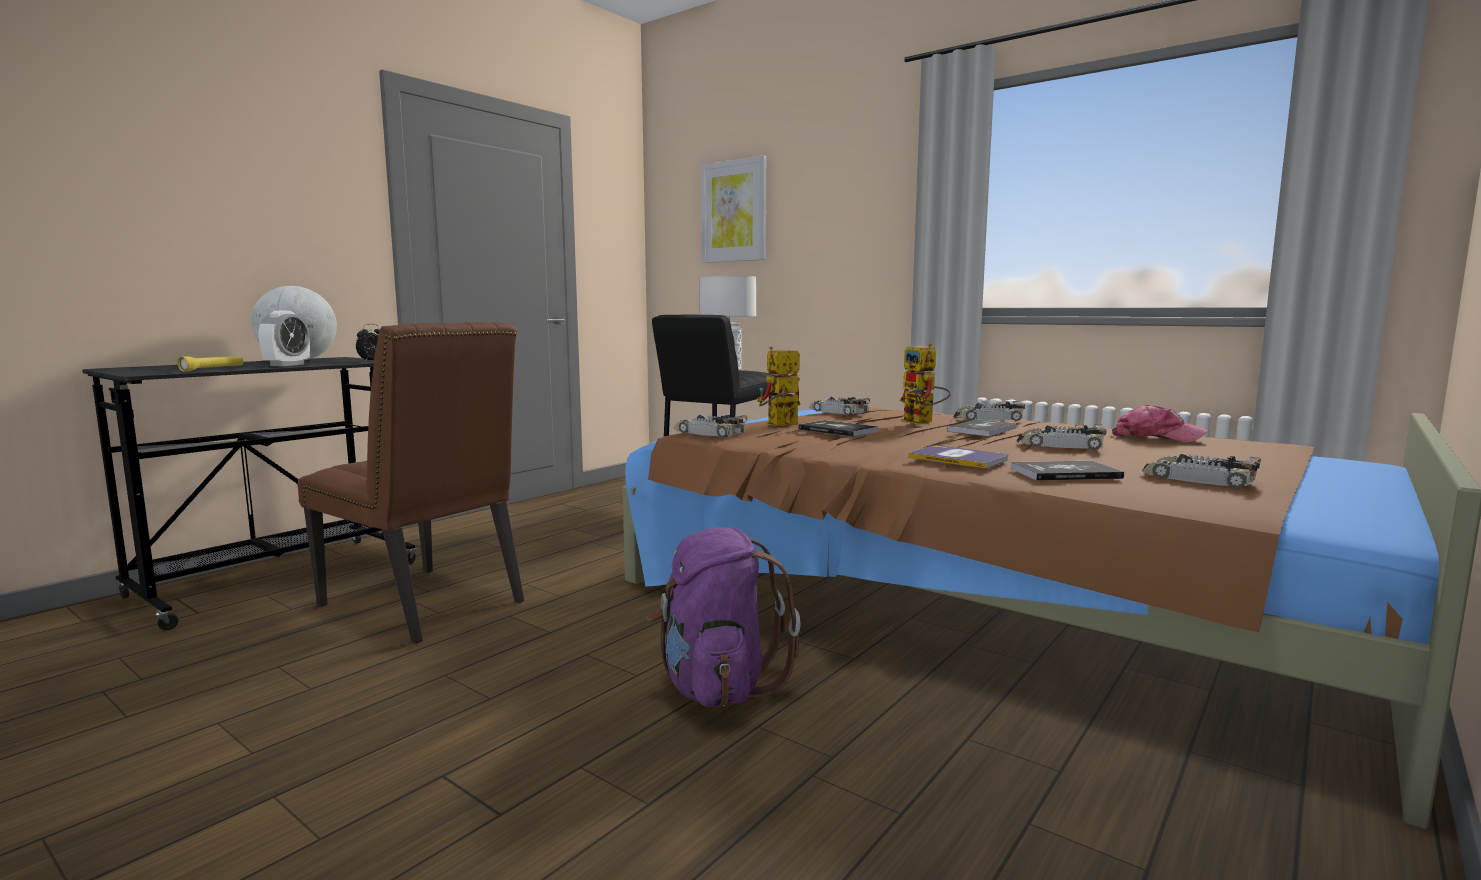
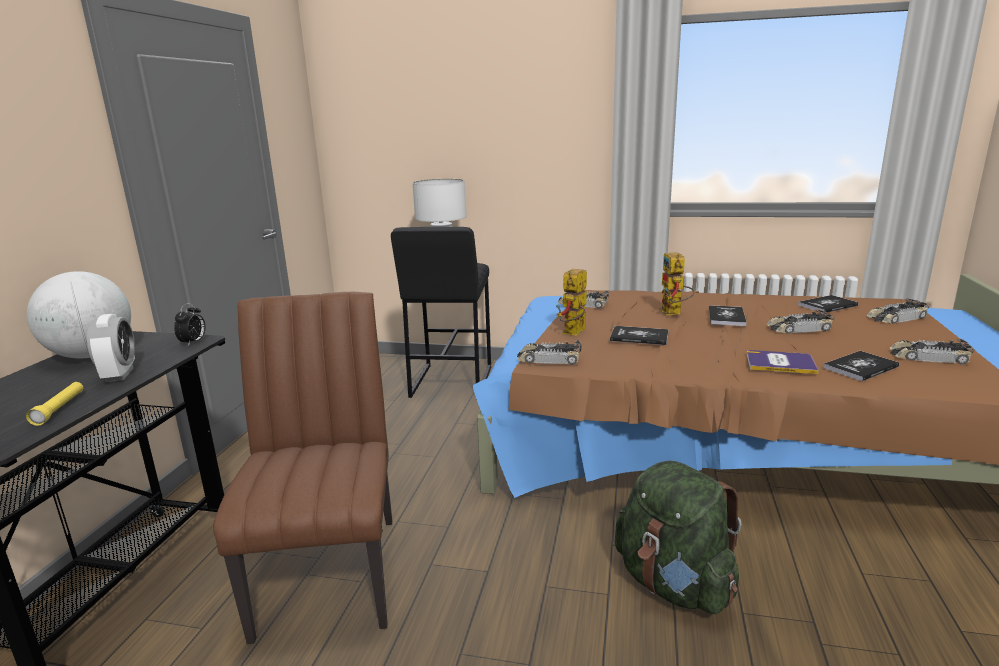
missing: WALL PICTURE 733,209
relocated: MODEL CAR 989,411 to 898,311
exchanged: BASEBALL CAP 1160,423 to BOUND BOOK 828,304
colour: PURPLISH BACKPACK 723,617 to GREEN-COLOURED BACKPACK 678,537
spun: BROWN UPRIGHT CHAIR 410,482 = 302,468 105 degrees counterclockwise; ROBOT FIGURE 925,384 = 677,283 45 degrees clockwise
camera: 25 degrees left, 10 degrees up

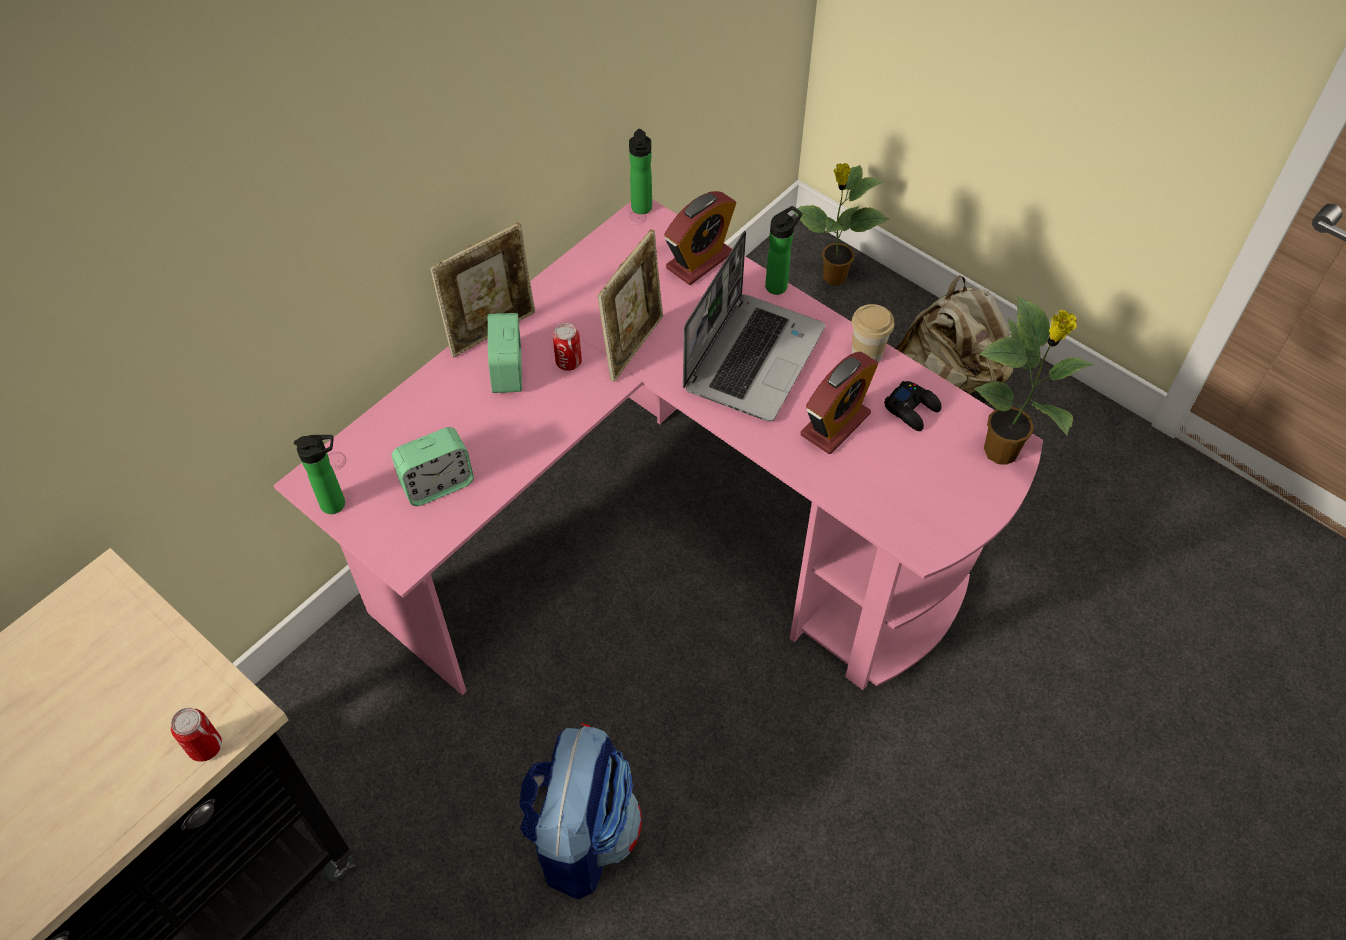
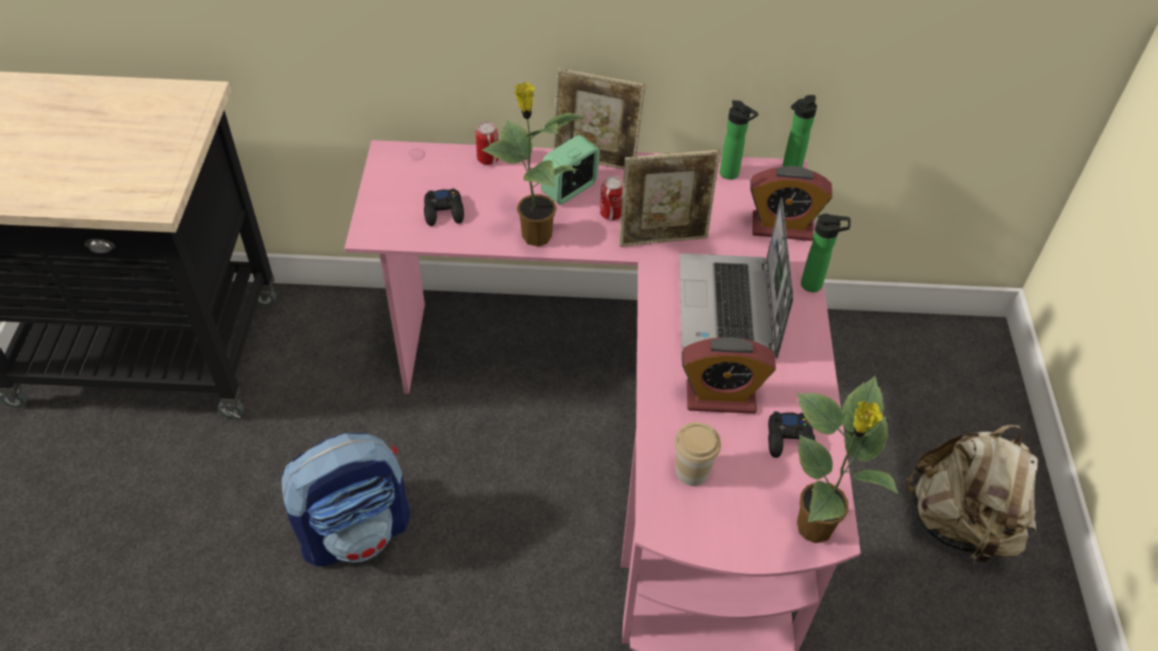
relocated: PLANT IN A POT 841,224 to 534,164; DRINKING CUP 873,333 to 697,454; DRINK BOTTLE 319,474 to 739,140; CAN 196,735 to 487,143
exchanged: TABLE CLOCK 433,466 to BLACK-COLOURED JOYPAD 444,207
spun: NOTEBOOK COMPUTER 754,326 = 736,277 105 degrees clockwise
camera: 50 degrees right, 5 degrees down

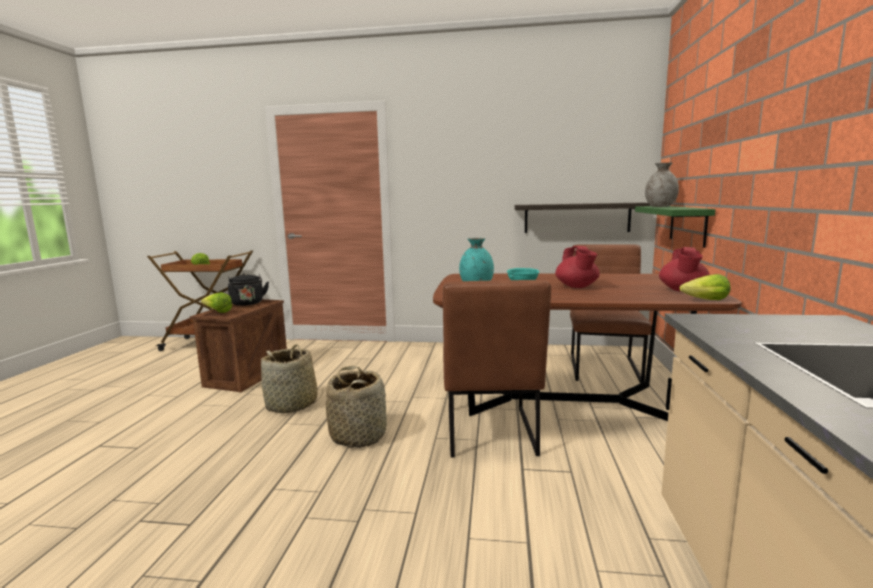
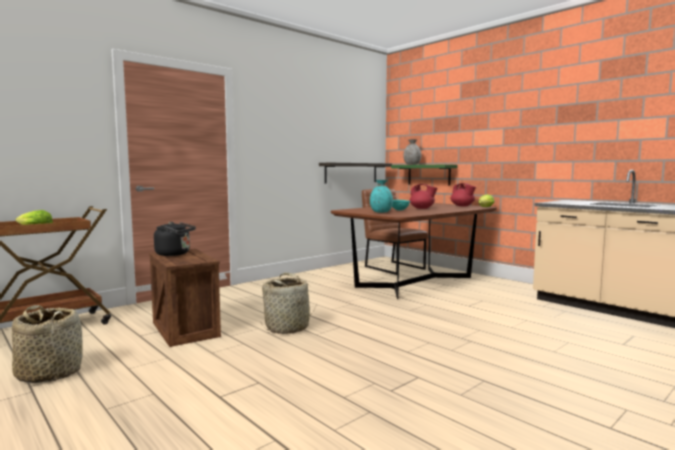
missing: BROWN UPRIGHT CHAIR 497,369; HEAD OF LETTUCE 217,302
relocated: BASKET 356,407 to 47,344
camera: 50 degrees left, 5 degrees down

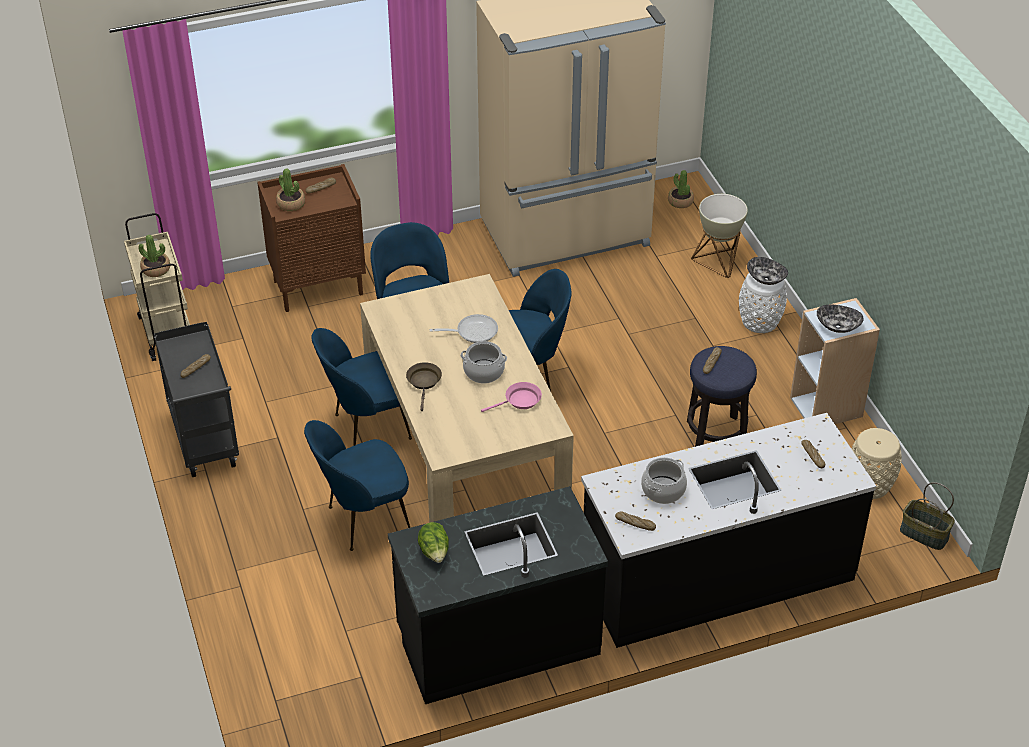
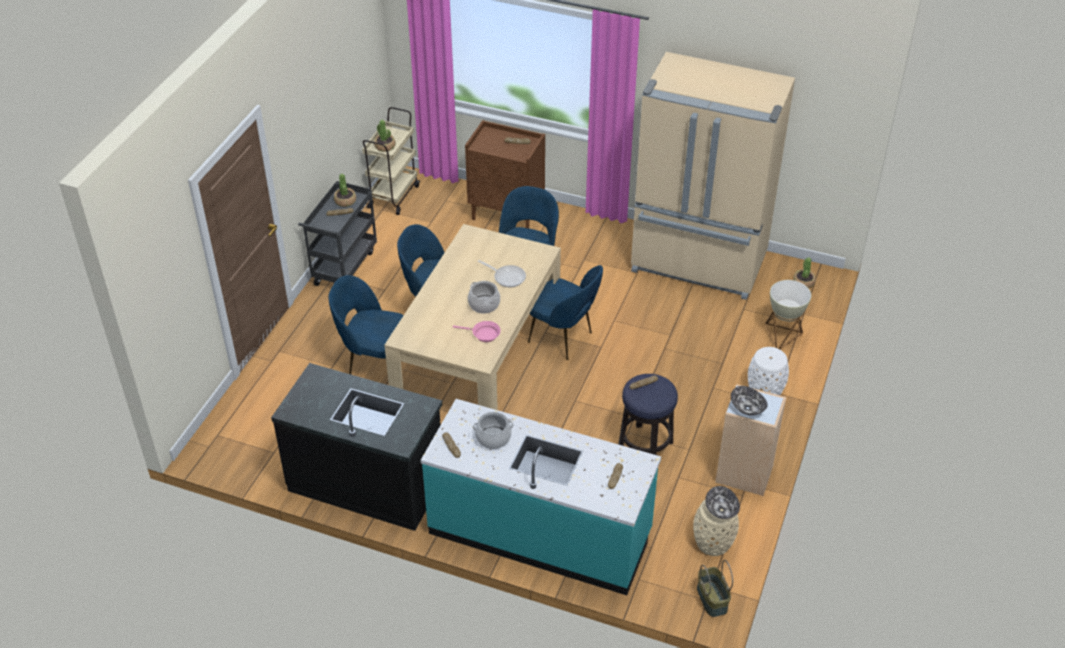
missing: BROWN FRYING PAN 424,386; HEAD OF LETTUCE 433,542
relocated: PLANT IN A POT 290,190 to 345,190; BOWL 767,271 to 722,502
colour: BLACK-COLOURED KITCHEN COUNTER 728,530 to TURQUOISE KITCHEN COUNTER 541,497
camera: 40 degrees right, 0 degrees up

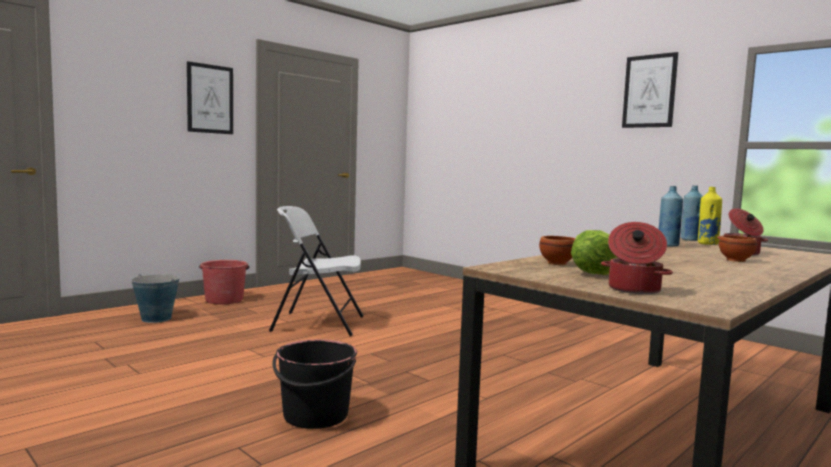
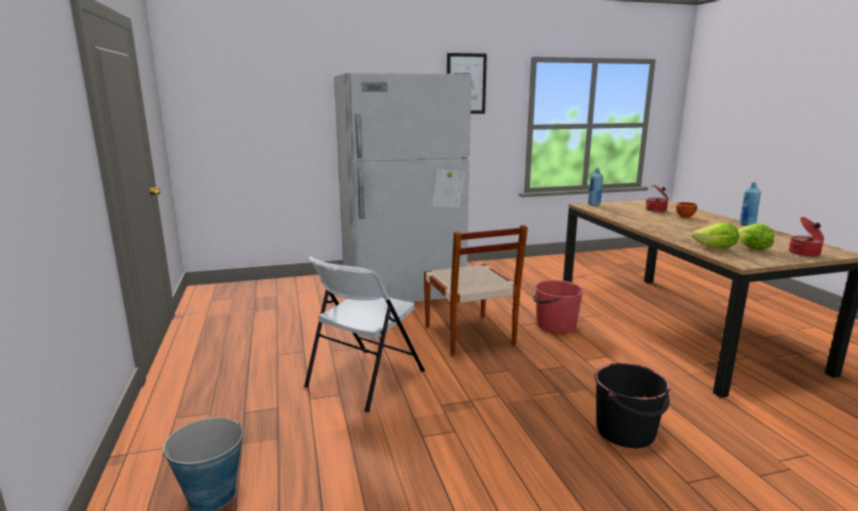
missing: WALL PICTURE 210,97; YELLOW DRINK BOTTLE 710,216
appeared: WHITISH KITCHEN FRIDGE 402,187; UPRIGHT CHAIR 476,290
relocated: BLUISH DRINK BOTTLE 671,216 to 750,204; RED-COLOURED PAIL 224,282 to 558,306
exchanged: BROWN BOWL 557,250 to HEAD OF LETTUCE 715,235
camera: 60 degrees left, 10 degrees up

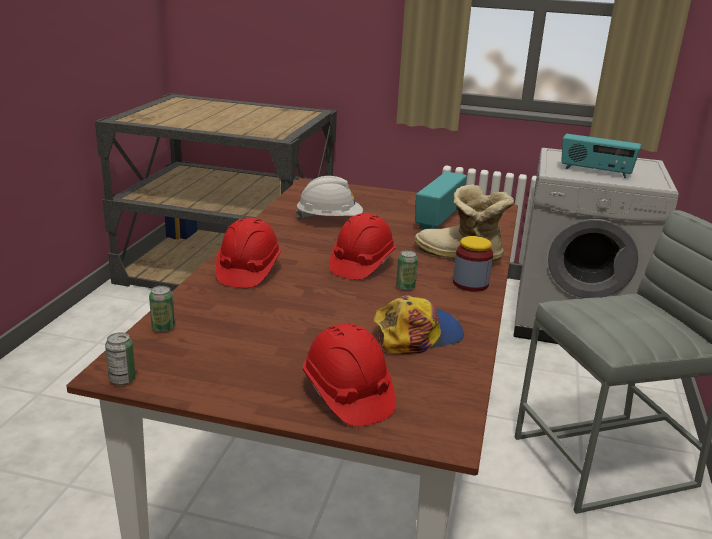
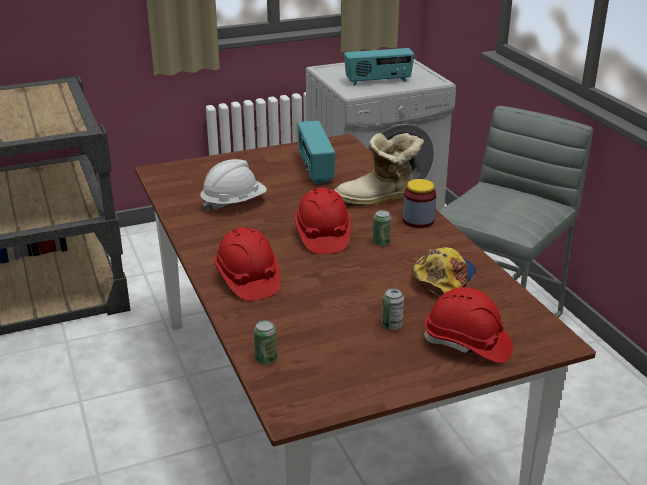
relocated: CAN 120,358 to 393,309
camera: 35 degrees left, 5 degrees up

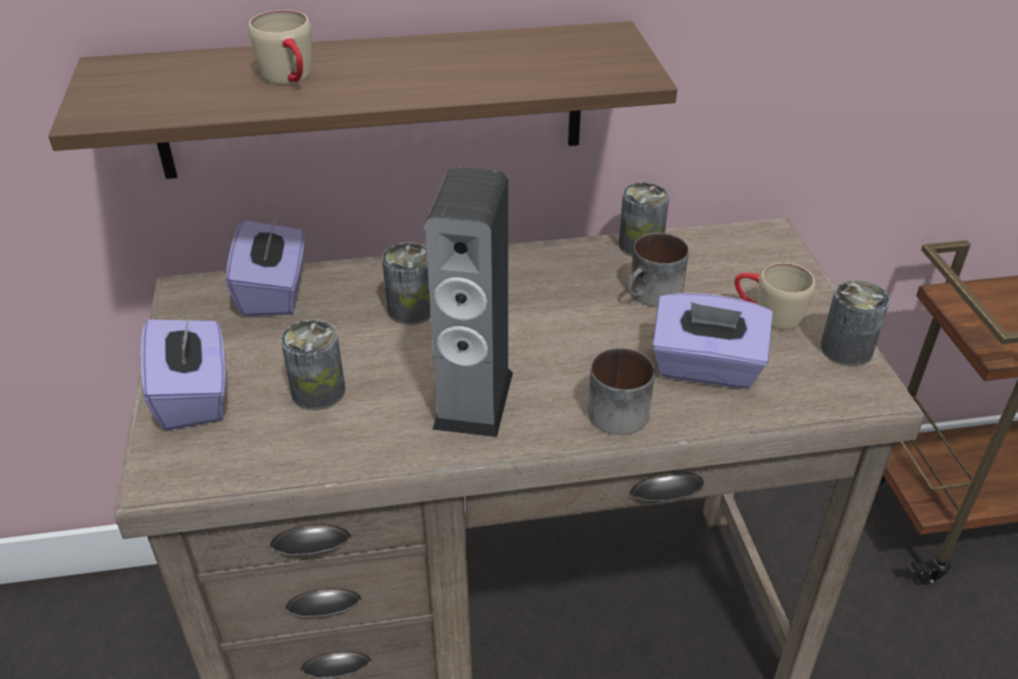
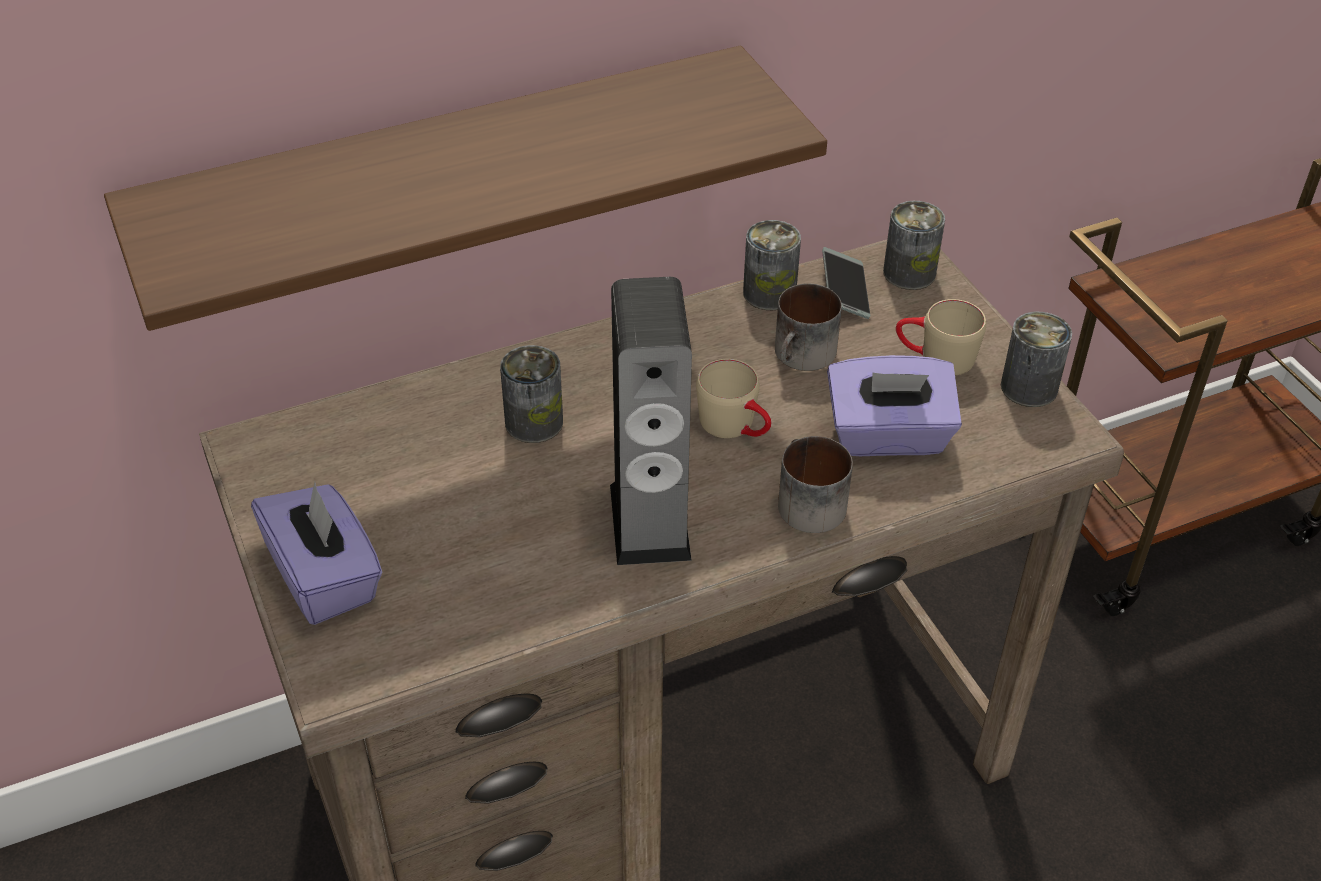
missing: PURPLISH TISSUE BOX 265,266
appeared: PHONE 846,283
relocated: SAND-COLOURED MUG 280,47 to 733,398; CAN 313,364 to 914,245
camera: 15 degrees left, 5 degrees up

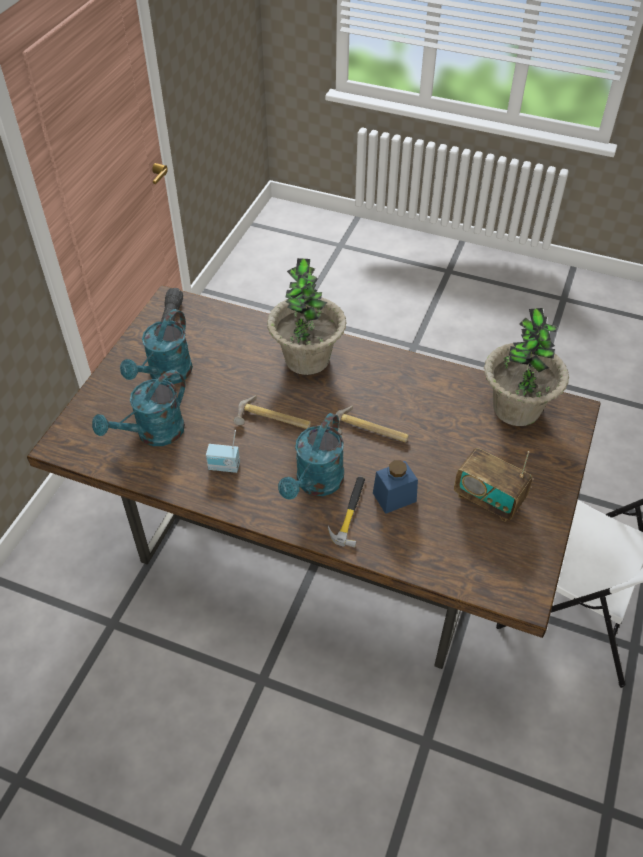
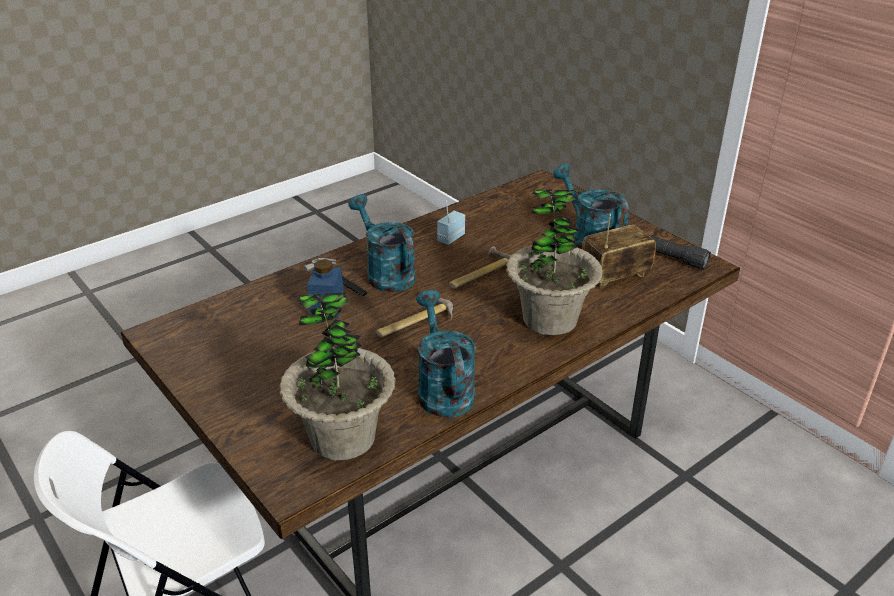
relocated: TURQUOISE WATERING CAN 138,408 to 446,354; RADIO SET 493,485 to 619,251
camera: 120 degrees right, 15 degrees down

